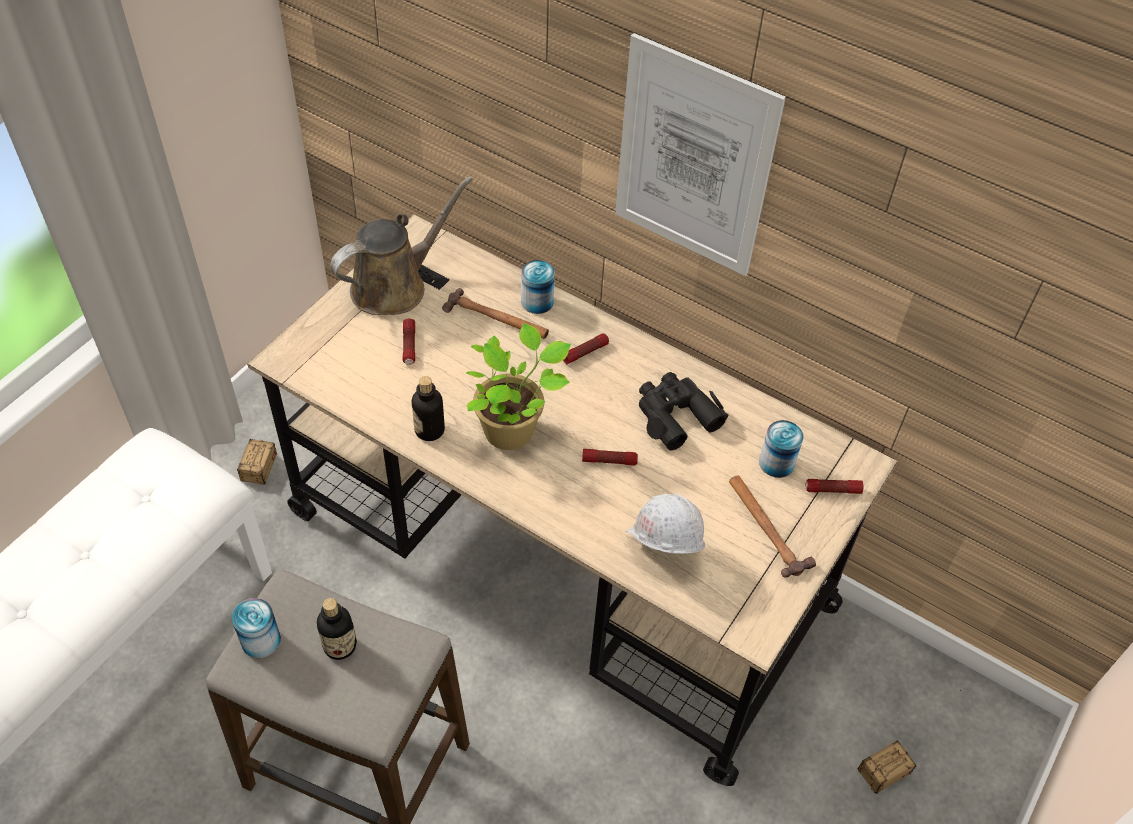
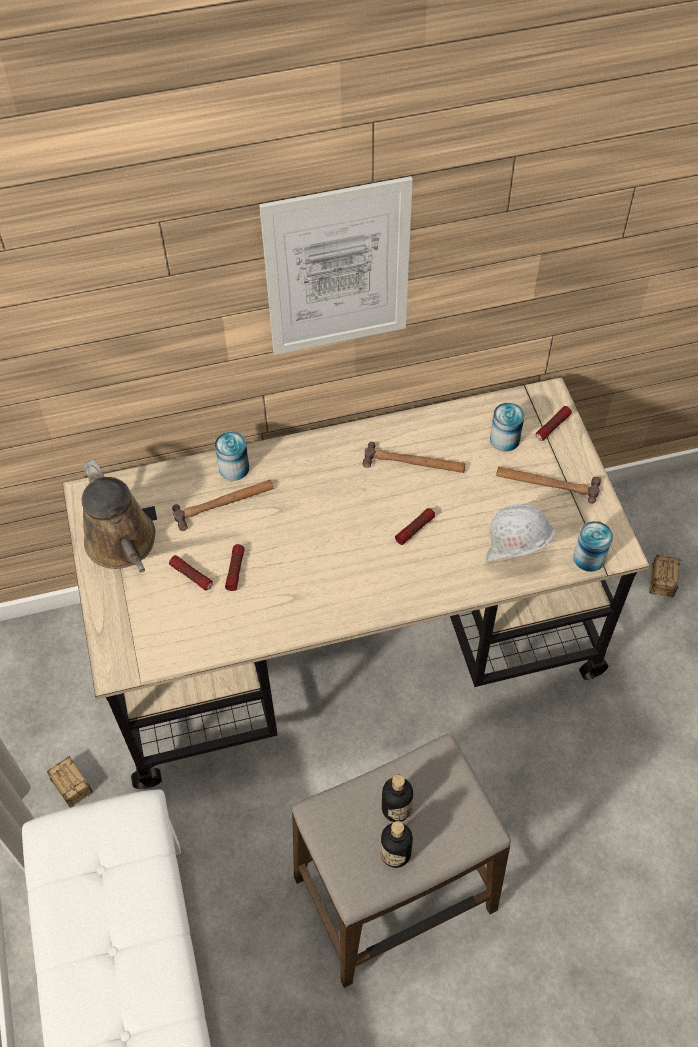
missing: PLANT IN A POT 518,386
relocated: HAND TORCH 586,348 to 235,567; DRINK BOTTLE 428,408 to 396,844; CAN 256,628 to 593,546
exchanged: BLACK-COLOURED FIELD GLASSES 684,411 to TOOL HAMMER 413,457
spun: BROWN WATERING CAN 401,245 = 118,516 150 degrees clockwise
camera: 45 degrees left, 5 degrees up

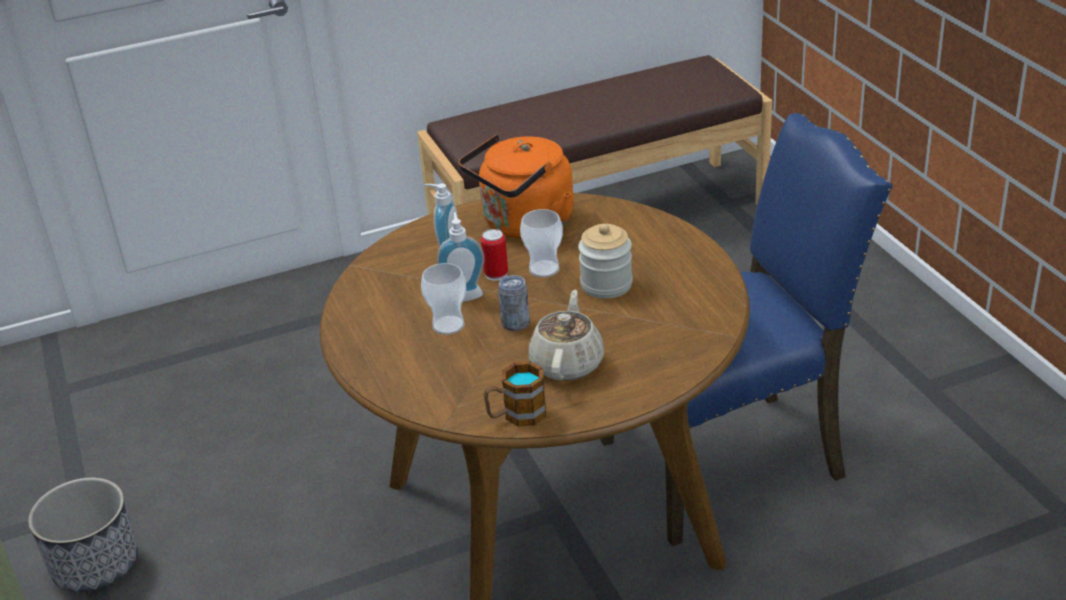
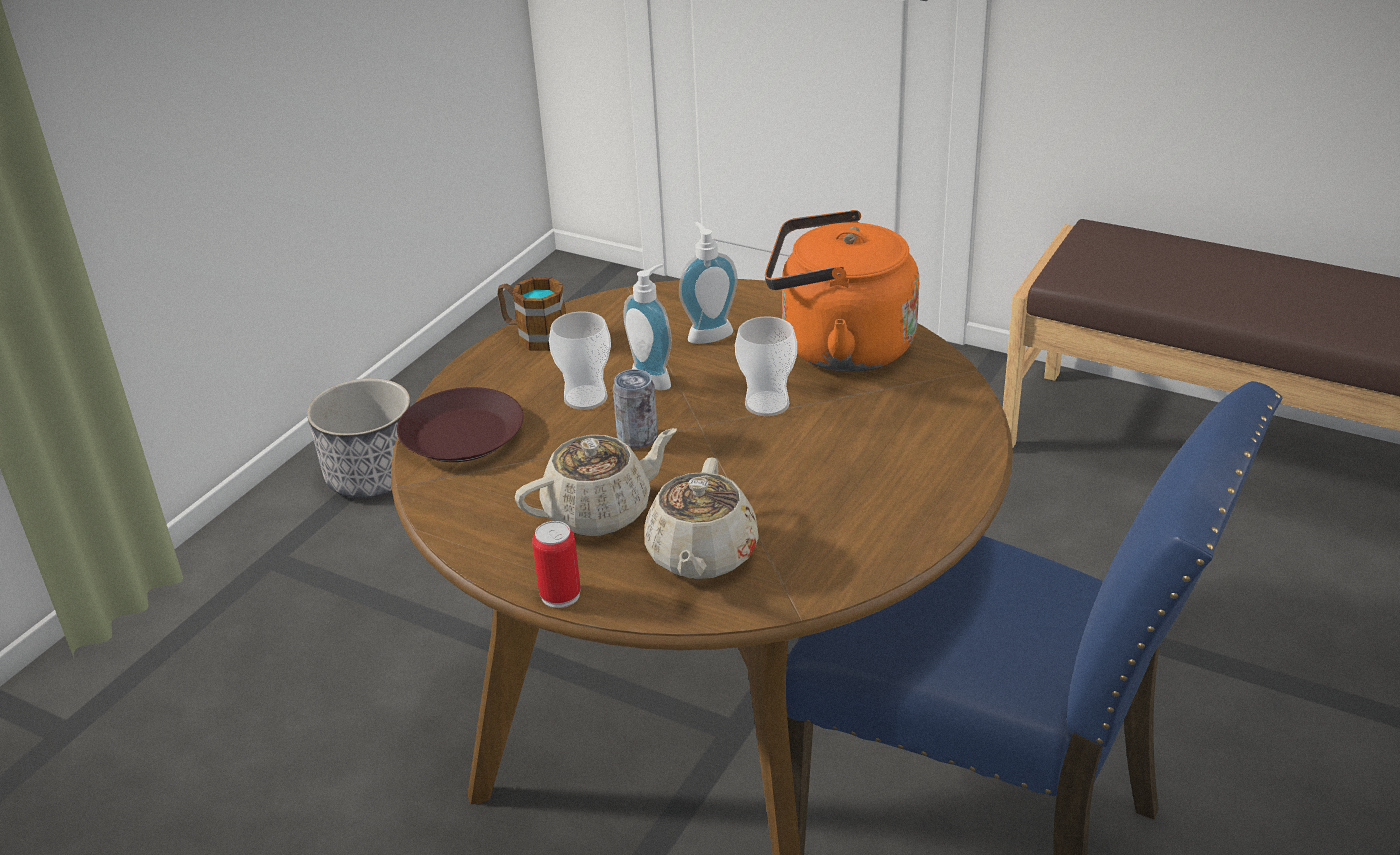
missing: STORAGE JAR 605,261
appeared: BROWN DINNER PLATE 460,424; SAND-COLOURED TEA POT 701,518
relocated: CAN 494,255 to 556,564; MUG 515,394 to 531,314
camera: 50 degrees right, 0 degrees up

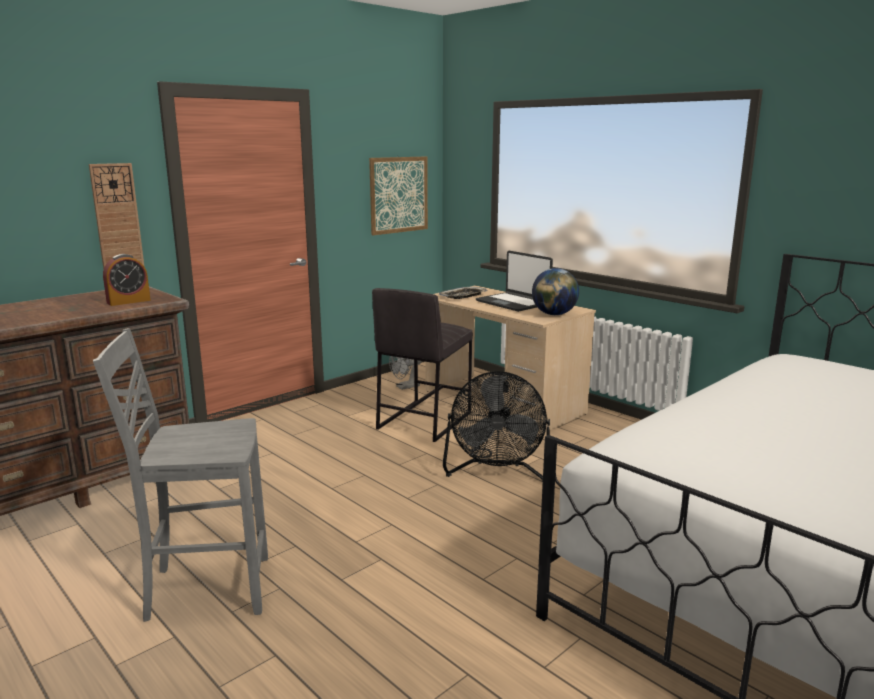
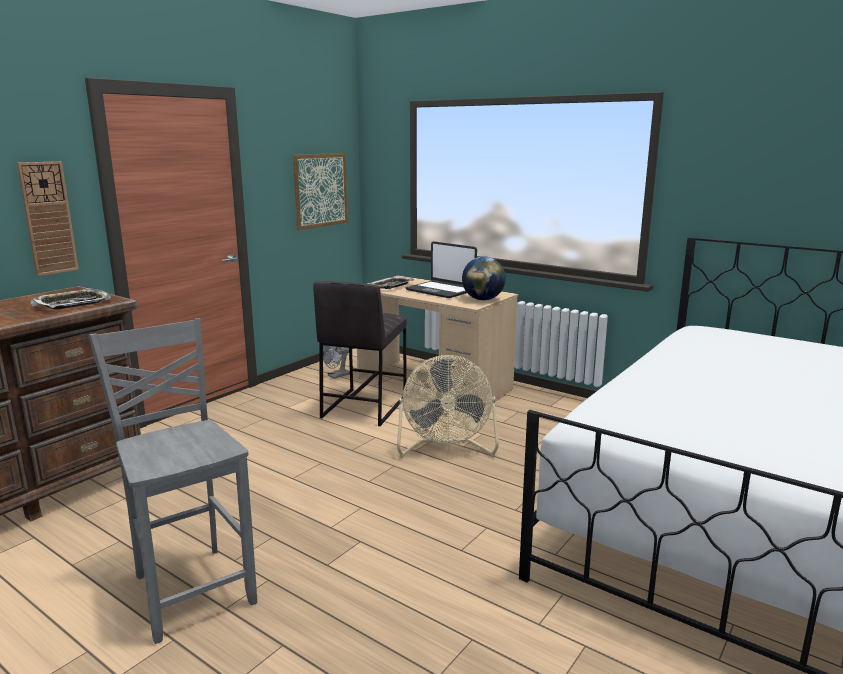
exchanged: TABLE CLOCK 127,280 to TRAY 71,298
colour: BLACK-COLOURED COOLING FAN 496,426 to SAND-COLOURED COOLING FAN 448,406
spun: GREY UPRIGHT CHAIR 180,475 = 173,481 75 degrees clockwise
camera: 10 degrees left, 0 degrees up

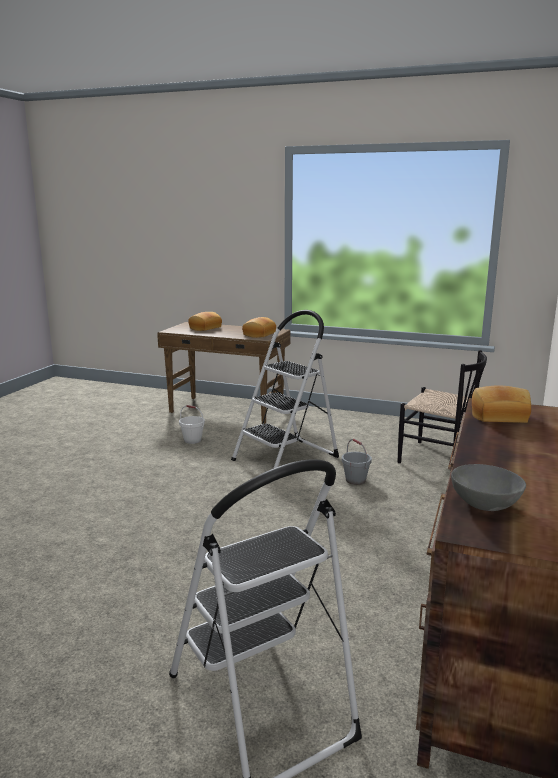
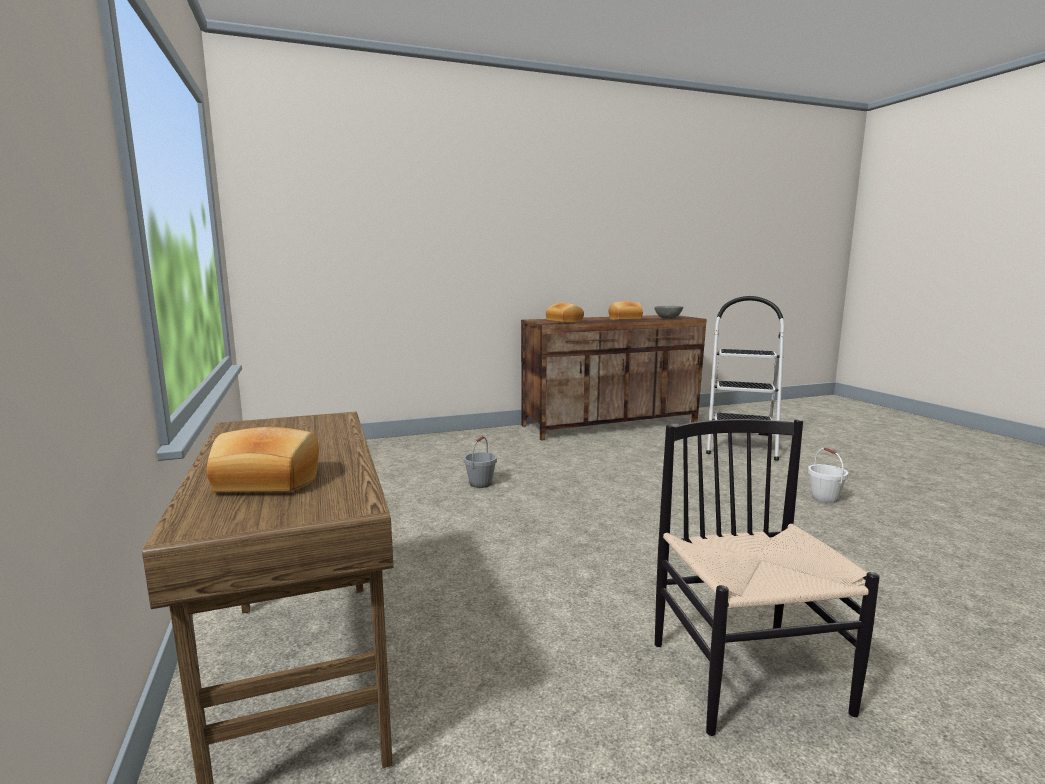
missing: STEPLADDER 285,389
relocated: BAKED BREAD 259,327 to 625,310; BLACK-COLOURED UPRIGHT CHAIR 442,406 to 767,577; WHITISH PAIL 192,424 to 828,475
camera: 130 degrees left, 5 degrees down

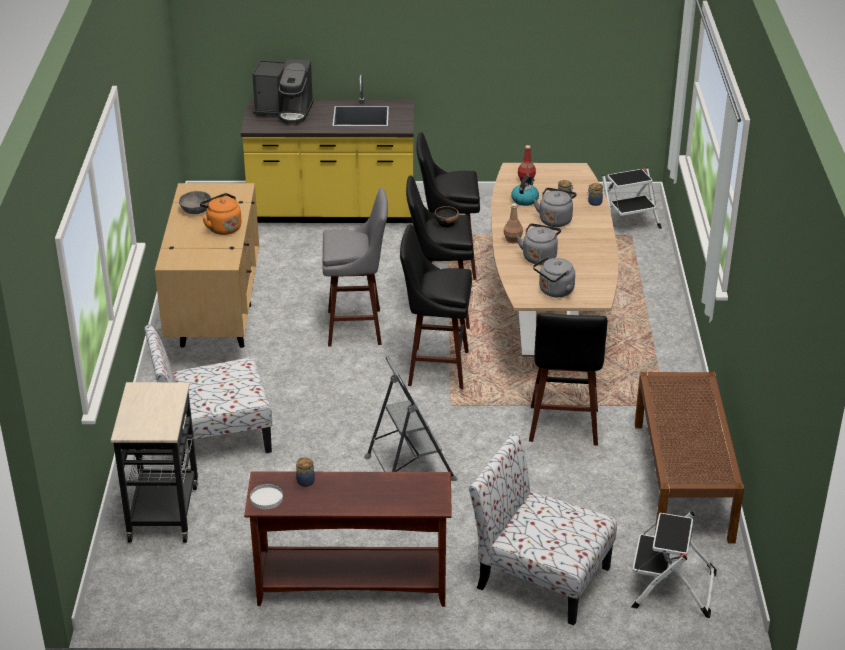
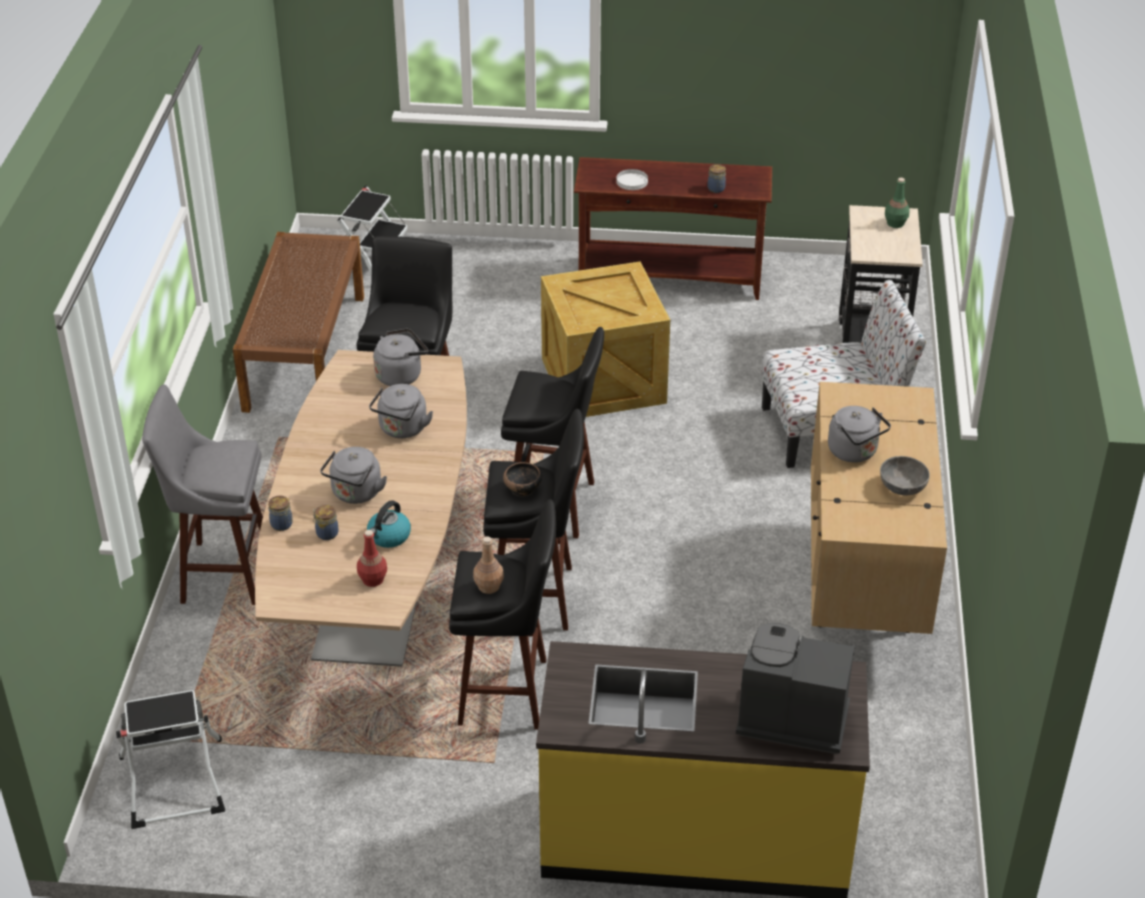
missing: UPRIGHT CHAIR 543,528
appeared: GREEN-COLOURED DRINK BOTTLE 897,203
relocated: GREY STOOL 355,267 to 202,494; BROWN DRINK BOTTLE 513,223 to 488,565; WHITISH DINNER PLATE 266,496 to 632,179
exchanged: GREY STEPLADDER 411,418 to SHIPPING CRATE 605,339
colour: ORANGE-COLOURED TEA KETTLE 221,214 to GREY TEA KETTLE 859,434
camera: 175 degrees left, 5 degrees up

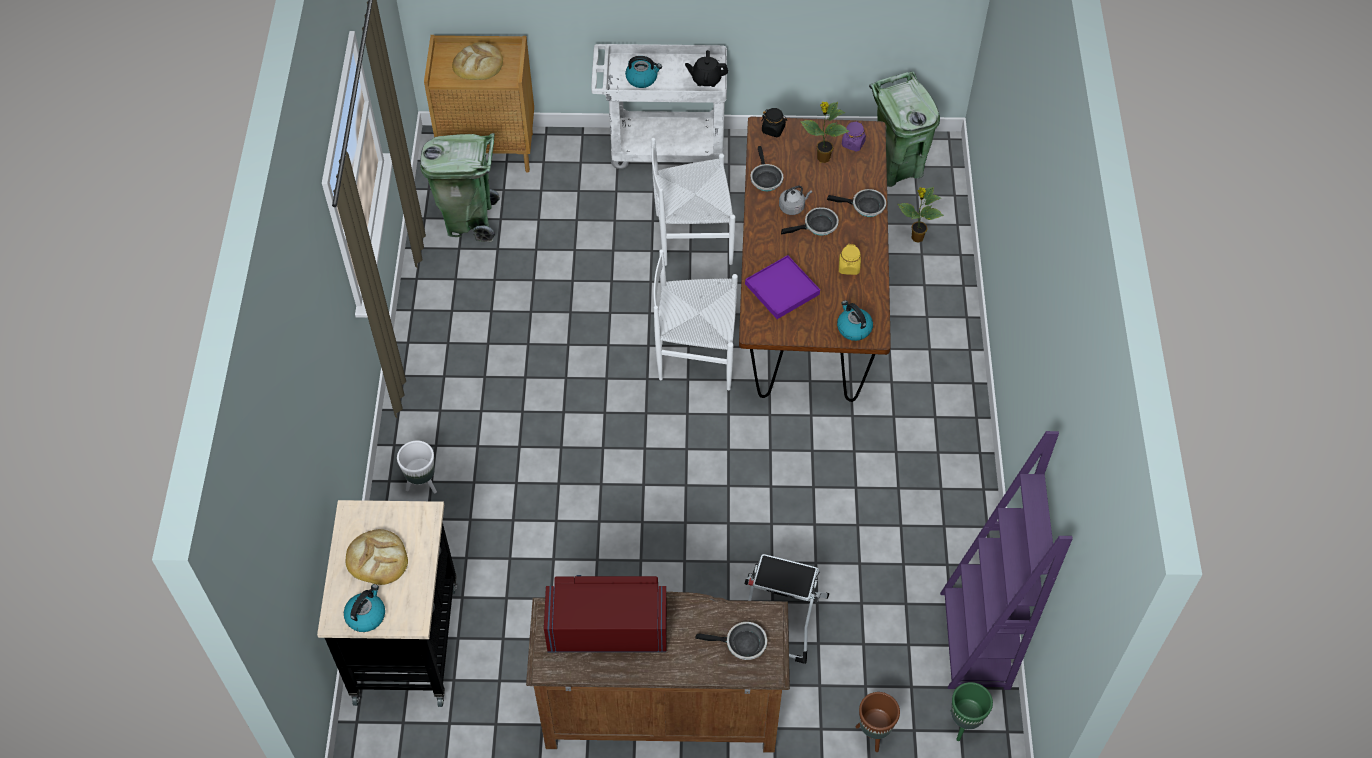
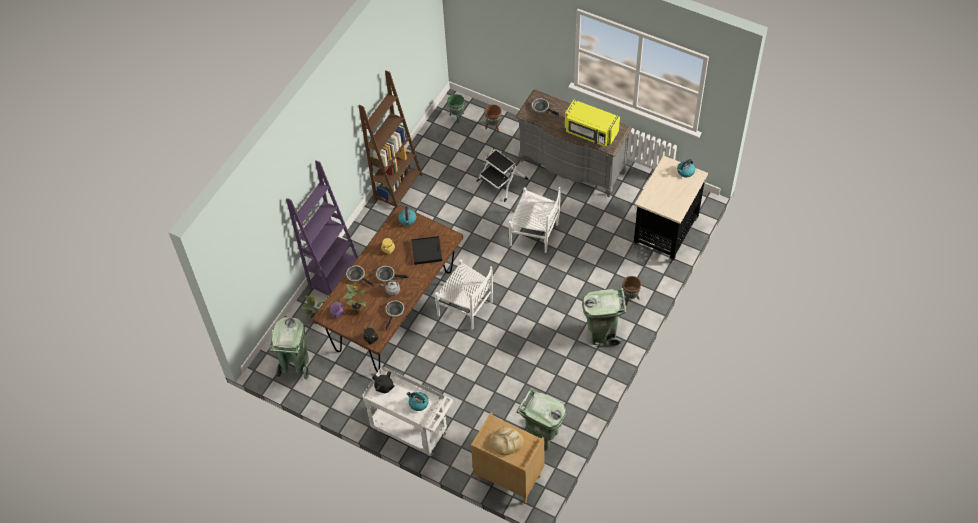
missing: BAKED BREAD 377,557
appeared: BROWN SHELVING UNIT 391,138; GREEN-COLOURED WASTE BIN 604,317
relocated: WHITISH UPRIGHT CHAIR 693,202 to 535,220; PURPLISH SHELVING UNIT 1006,560 to 322,228
colour: PURPLISH TRAY 782,287 to BLACK-COLOURED TRAY 426,250; WHITISH FLOWER POT 417,467 to BROWN FLOWER POT 631,291; RED-COLOURED MICROWAVE OVEN 605,613 to YELLOW MICROWAVE OVEN 592,123
camera: 150 degrees left, 0 degrees up

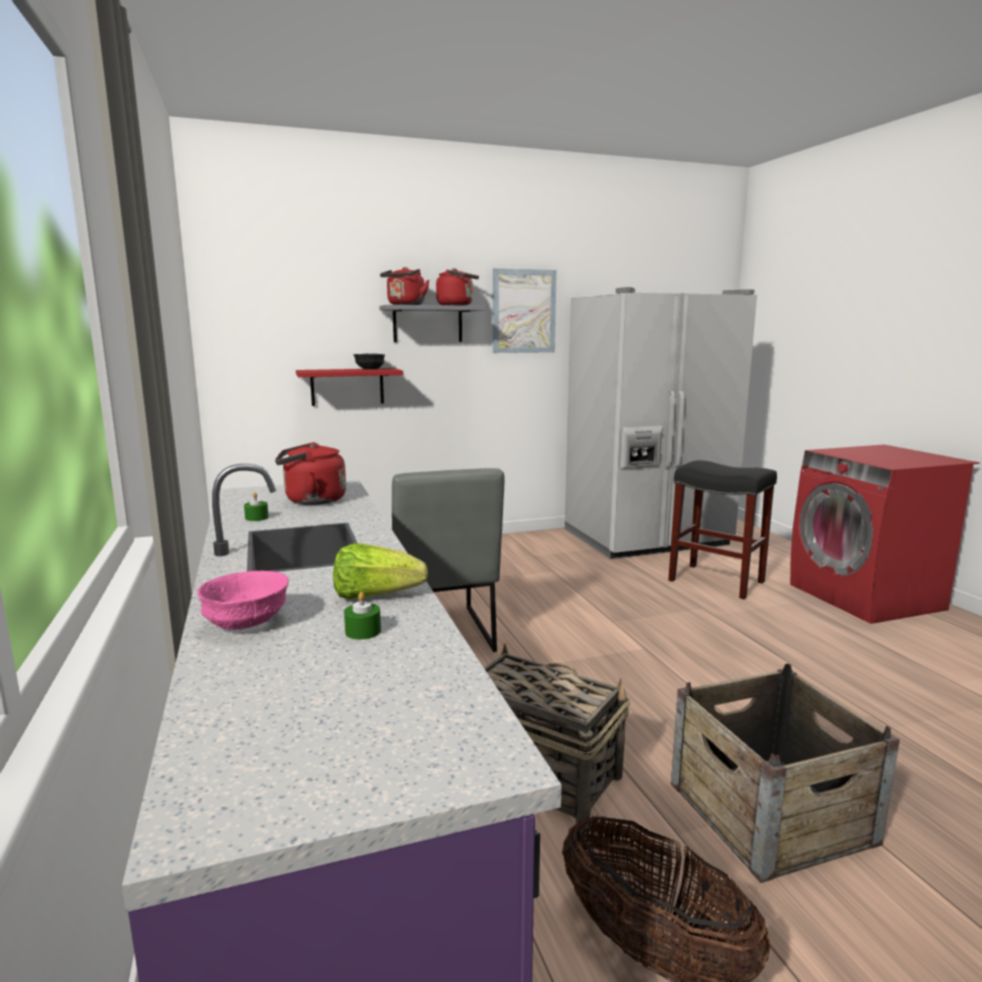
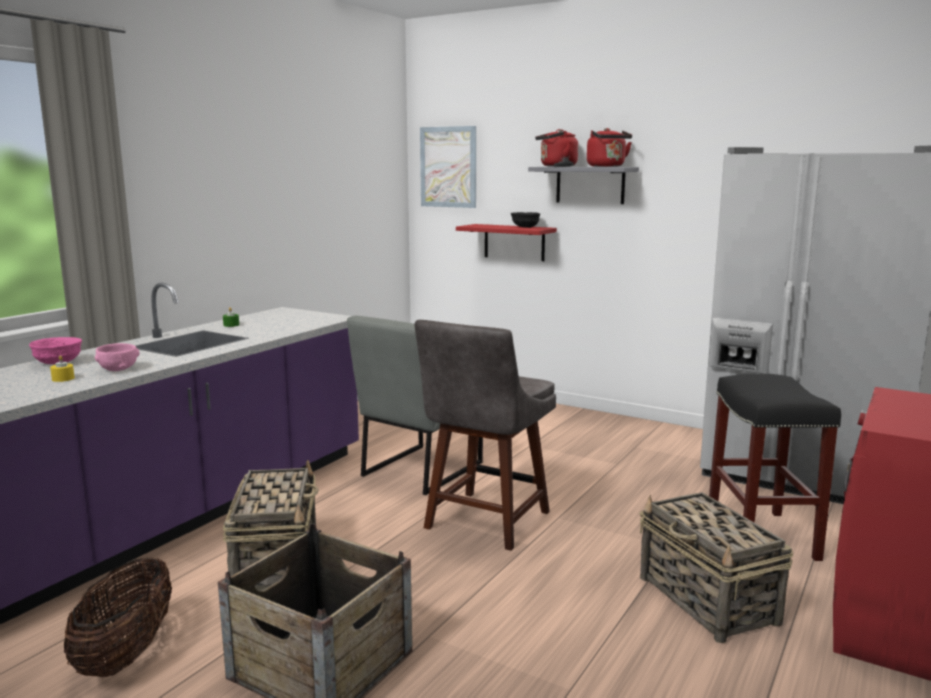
missing: RED-COLOURED TEA KETTLE 310,473
appeared: GREY STOOL 485,435; BASKET 716,567
relocated: WALL PICTURE 525,310 to 448,167
exchanged: HEAD OF LETTUCE 380,571 to PINK-COLOURED BOWL 117,357
colour: GREEN-COLOURED WAX LIGHT 362,616 to YELLOW WAX LIGHT 62,368
camera: 50 degrees right, 0 degrees up

